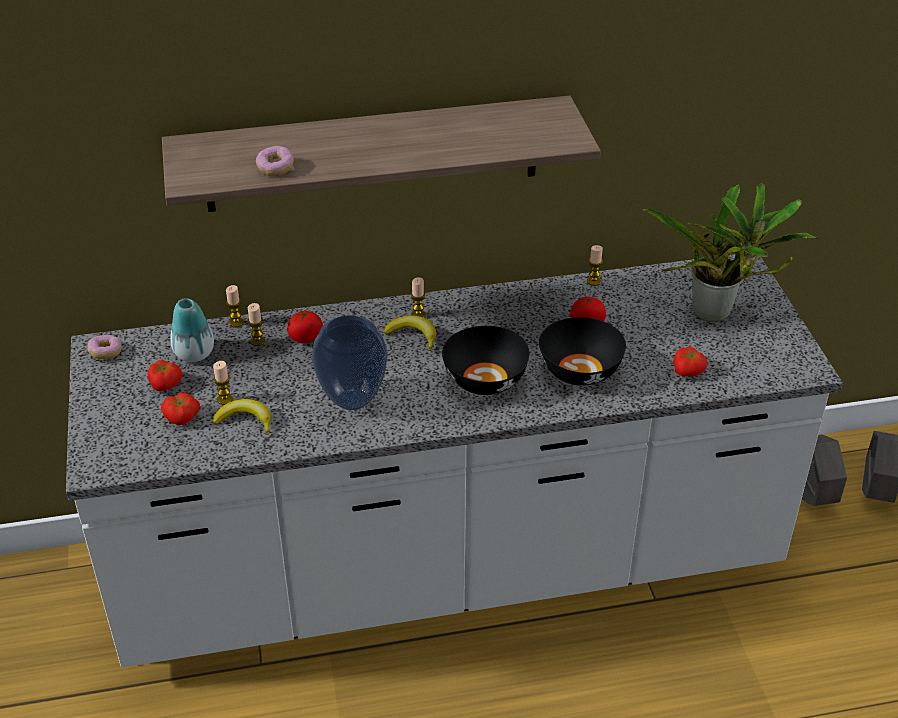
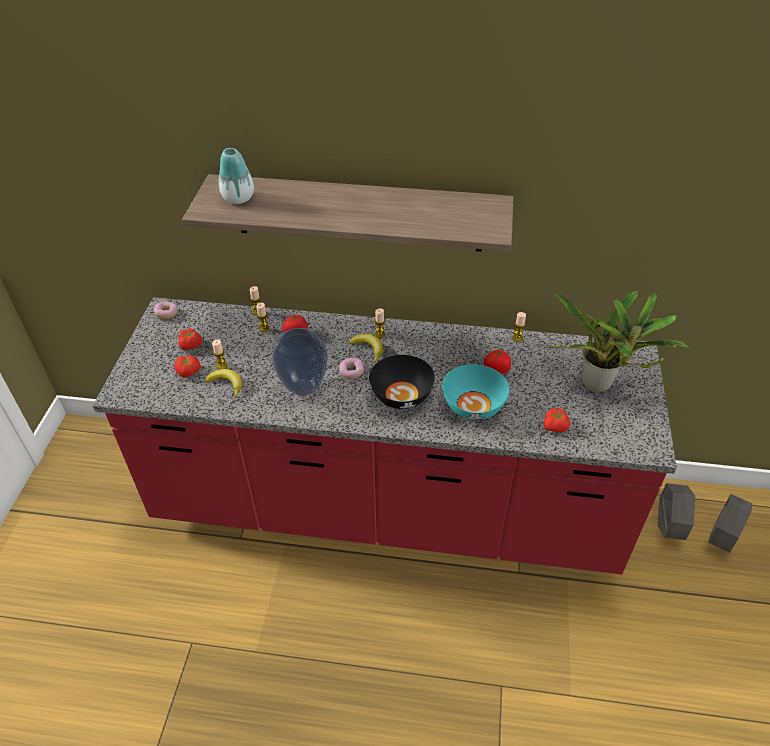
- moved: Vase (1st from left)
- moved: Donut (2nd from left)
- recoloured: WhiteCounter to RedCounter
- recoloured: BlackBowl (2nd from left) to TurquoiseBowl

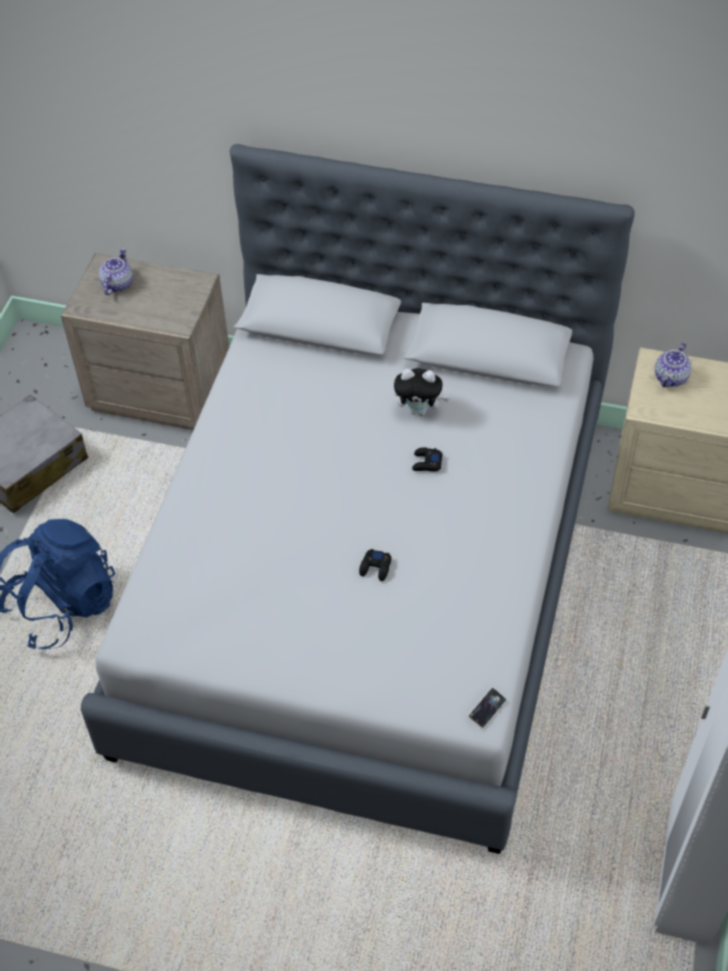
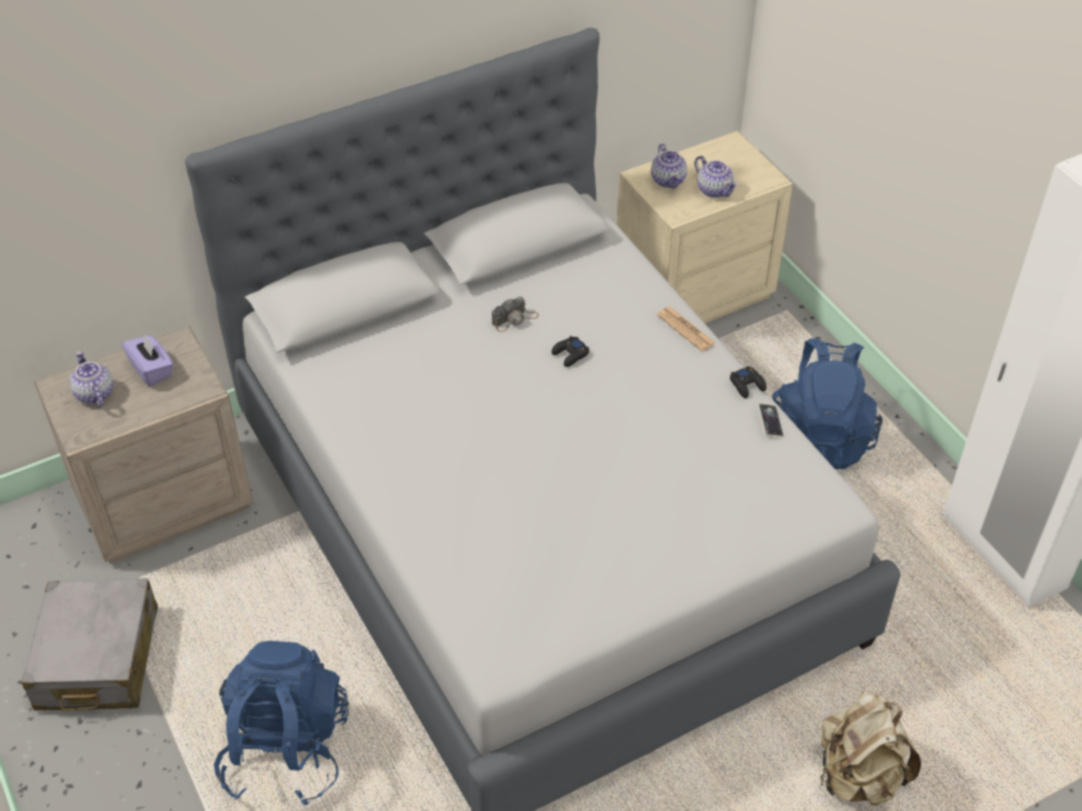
- added: PurpleTissueBox
- added: Newspaper
- added: Teapot (3rd from left)
- added: BlueBackpack (2nd from left)
- added: BeigeBackpack
- moved: BlackGameController (1st from left in the first image) to BlackGameController (2nd from left)
- moved: Phone
- replaced: PlushToy to PhotoCamera

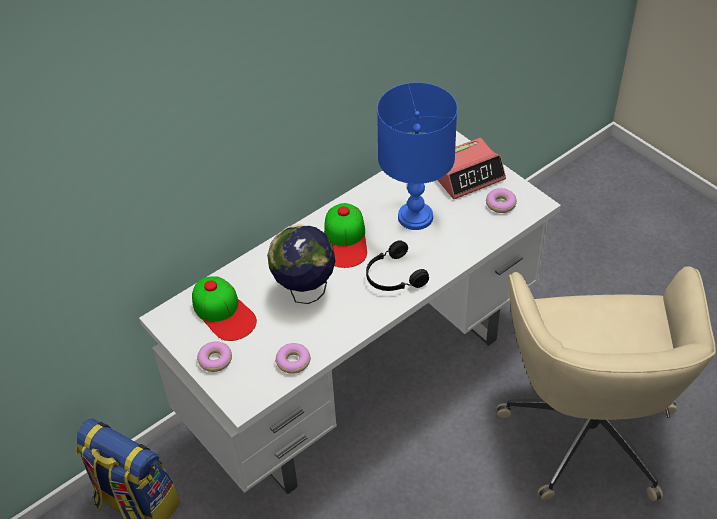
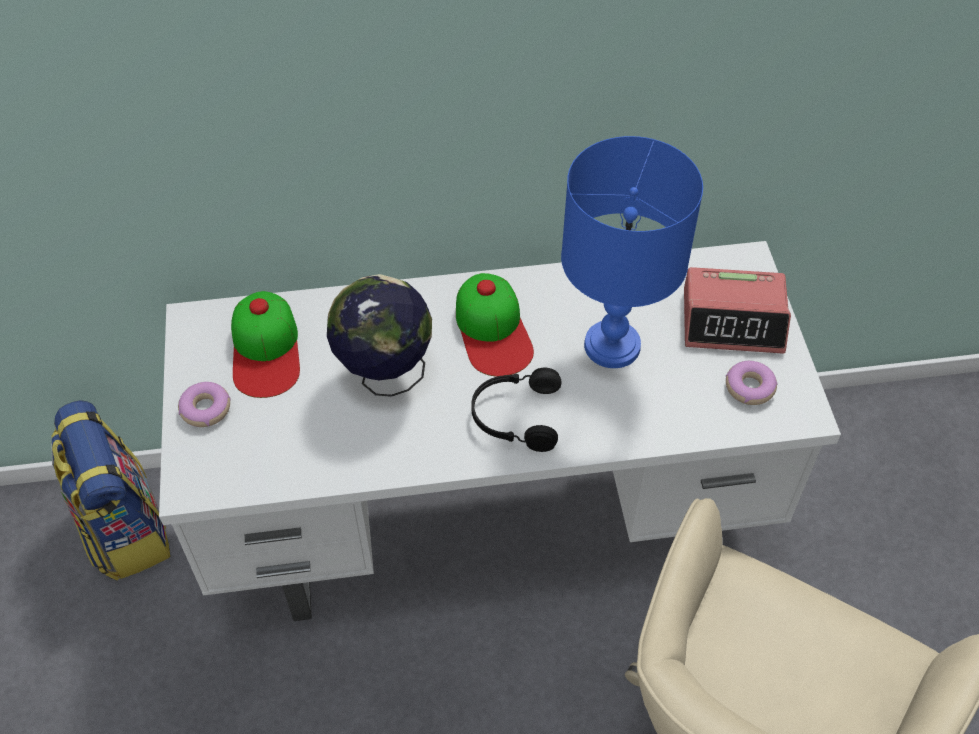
- removed: Donut (2nd from left)
- turned: Cap (2nd from left) 45 degrees counterclockwise

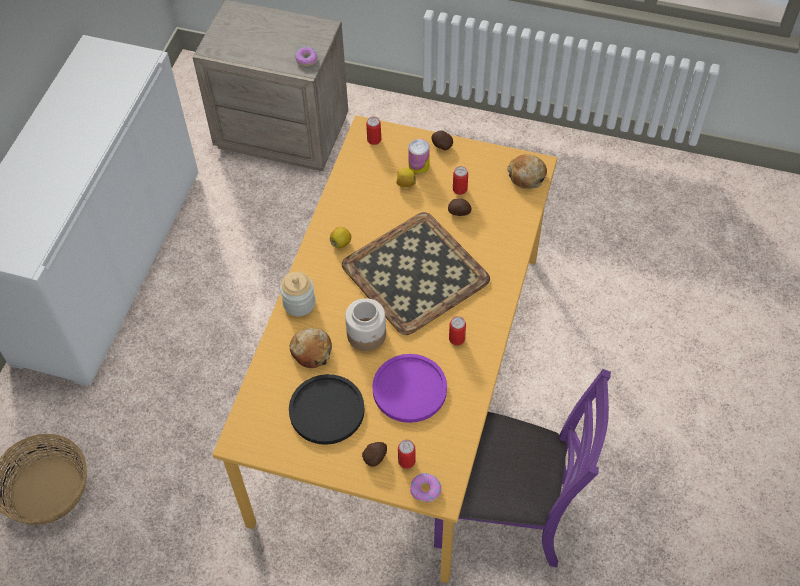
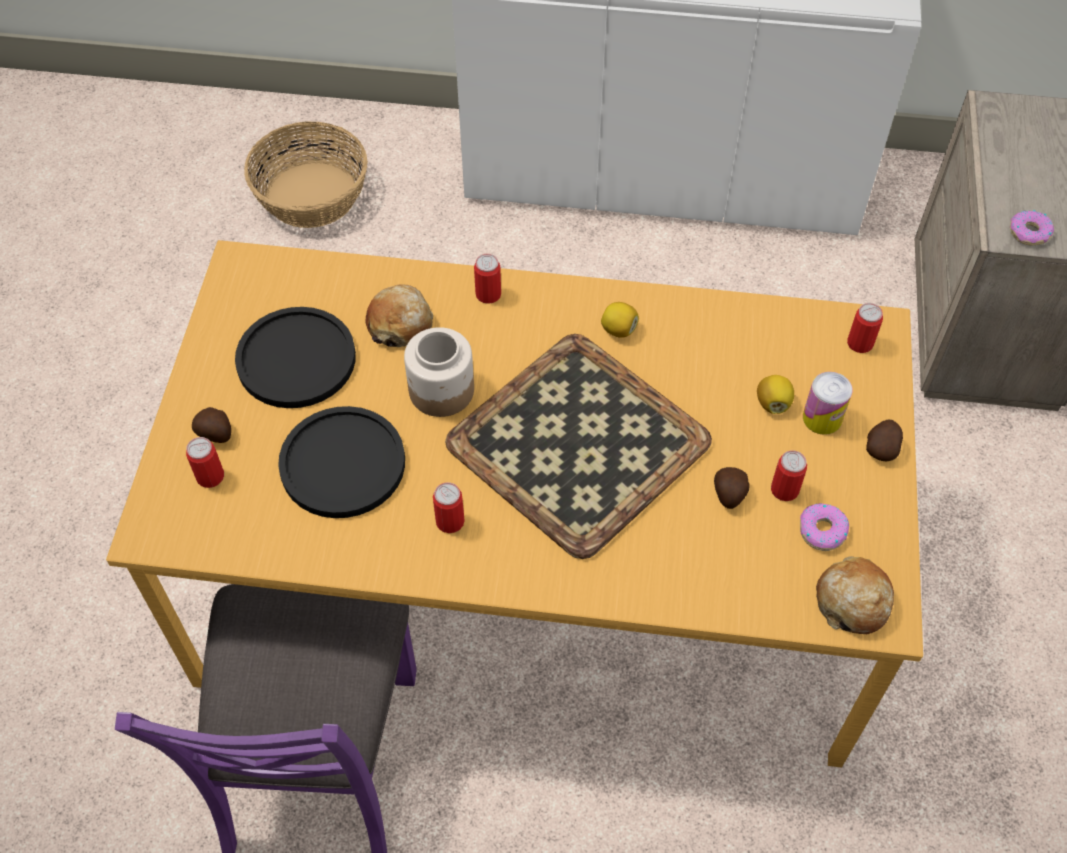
- moved: Donut (2nd from left in the first image) to Donut (1st from left)
- replaced: Jar (1st from left) to Can (3rd from left)
- recoloured: PurplePlate to BlackPlate (2nd from left)

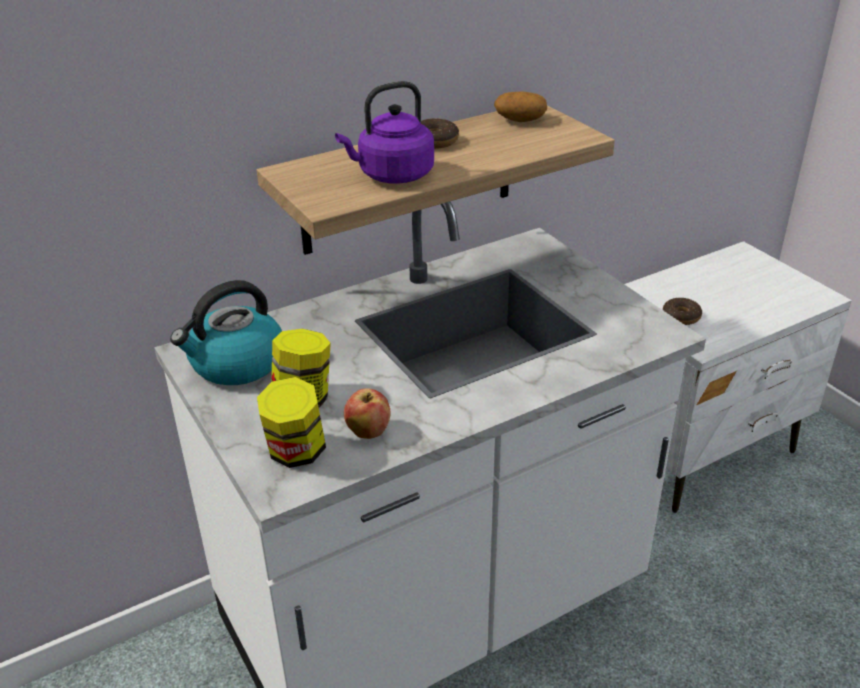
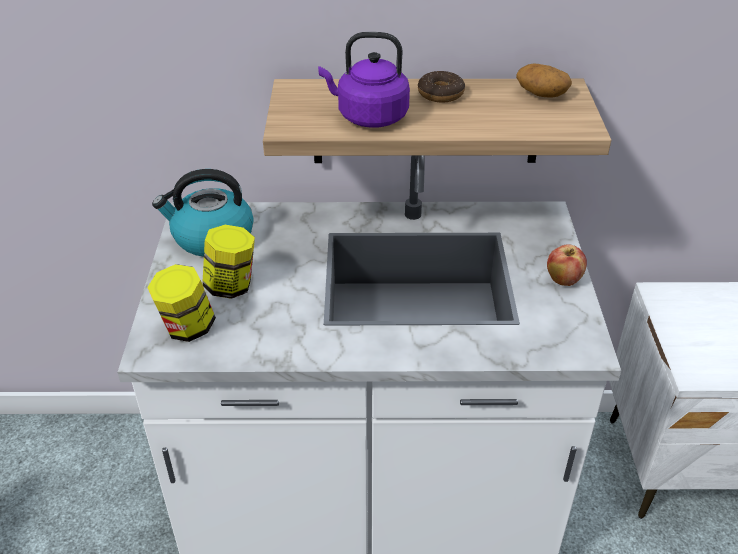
- removed: Donut (2nd from left)
- moved: Apple

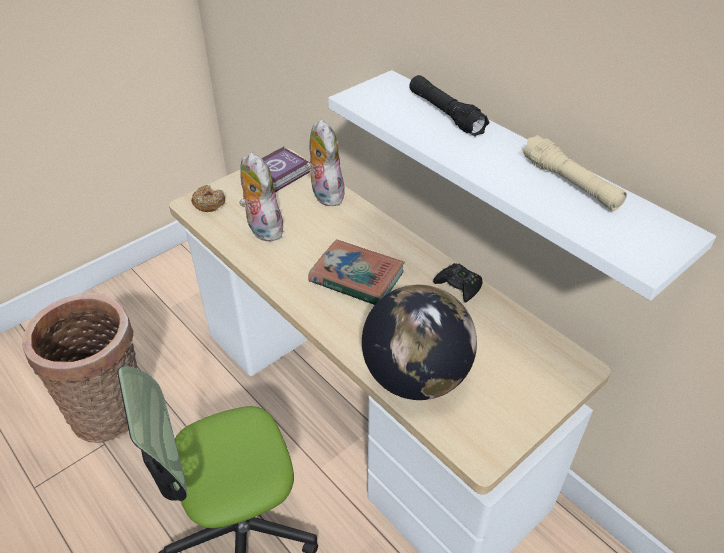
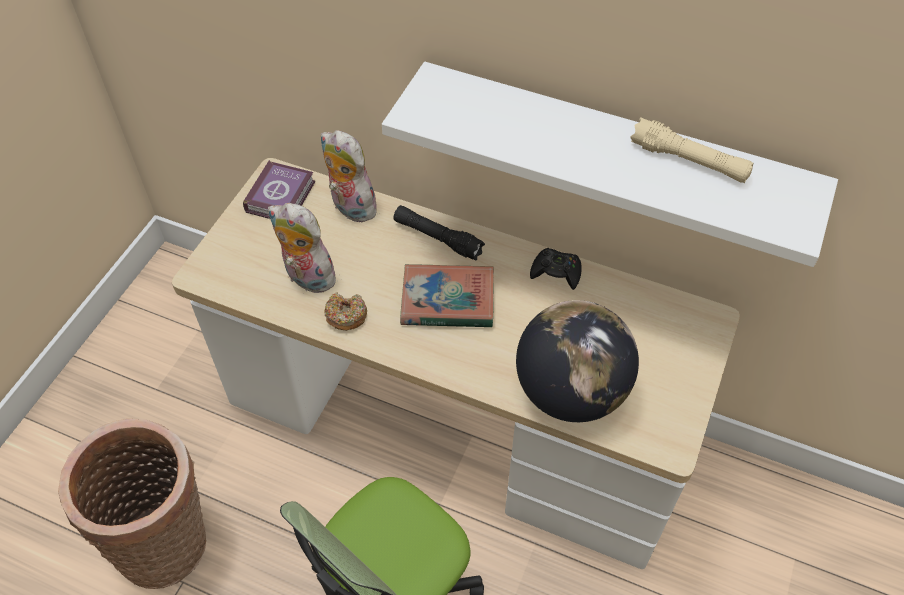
- moved: Donut
- moved: BlackFlashlight

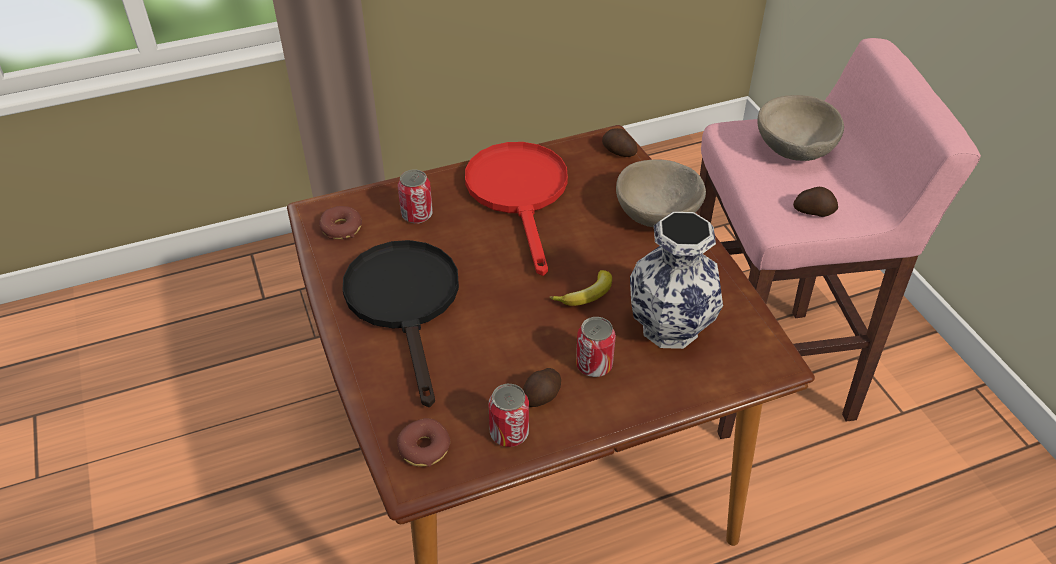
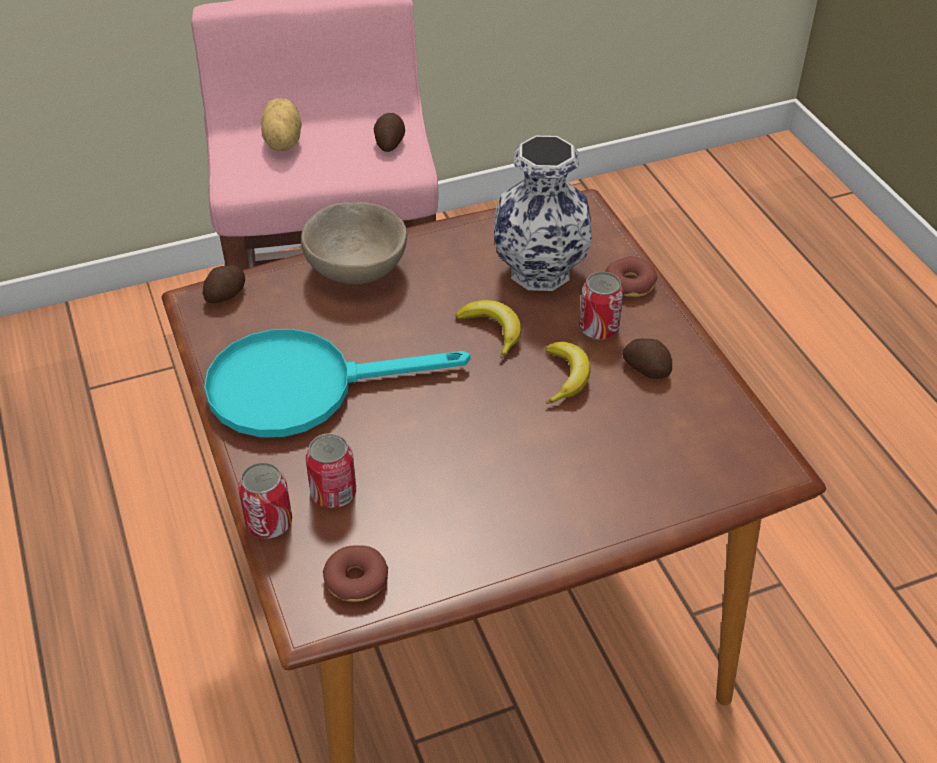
- removed: BlackFryingPan
- added: Banana (2nd from left)
- moved: Donut (2nd from left)
- moved: Can (2nd from left in the first image) to Can (1st from left)
- replaced: BeigeBowl (2nd from left) to Potato (2nd from left)
- recoloured: RedFryingPan to TurquoiseFryingPan

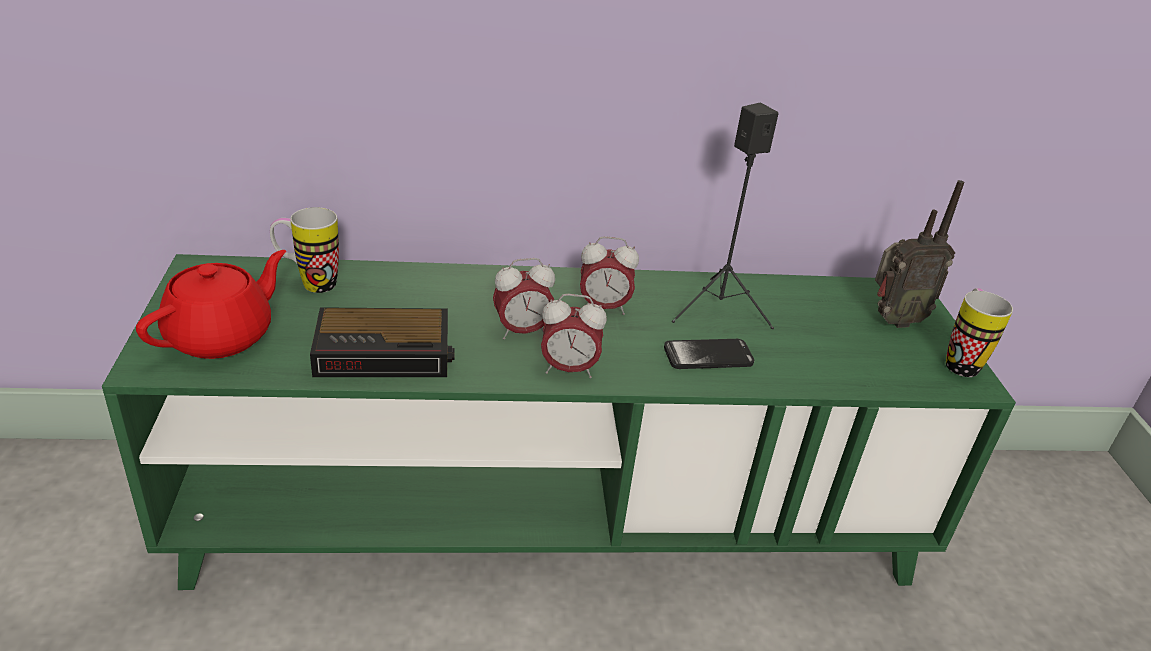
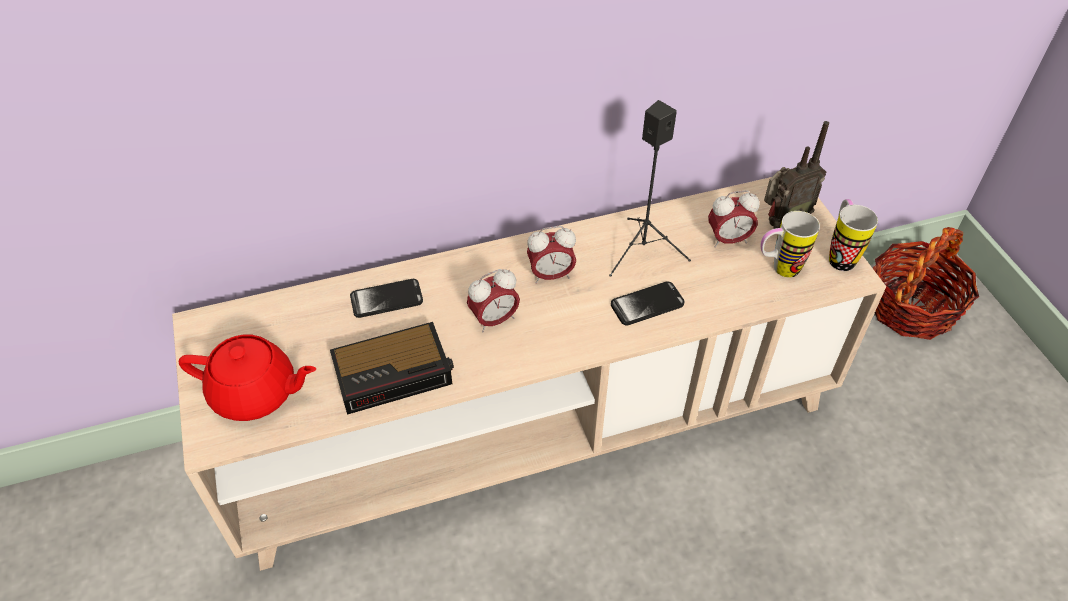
- added: Phone (1st from left)
- added: Basket
- moved: Mug (1st from left)
- moved: AlarmClock (3rd from left in the first image) to AlarmClock (4th from left)
- recoloured: GreenTvStand to BeigeTvStand
- turned: RedTeapot 75 degrees clockwise

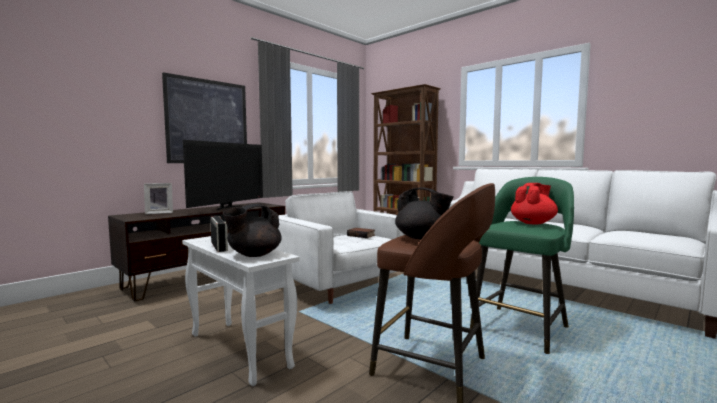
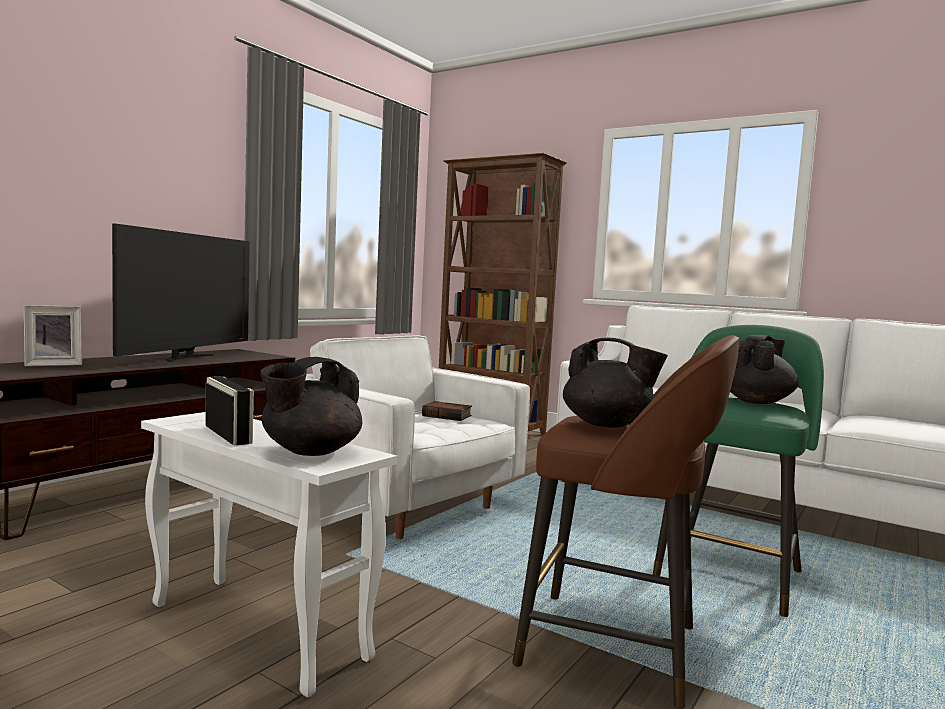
- removed: Picture
- recoloured: RedTeapot to BlackTeapot (3rd from left)

